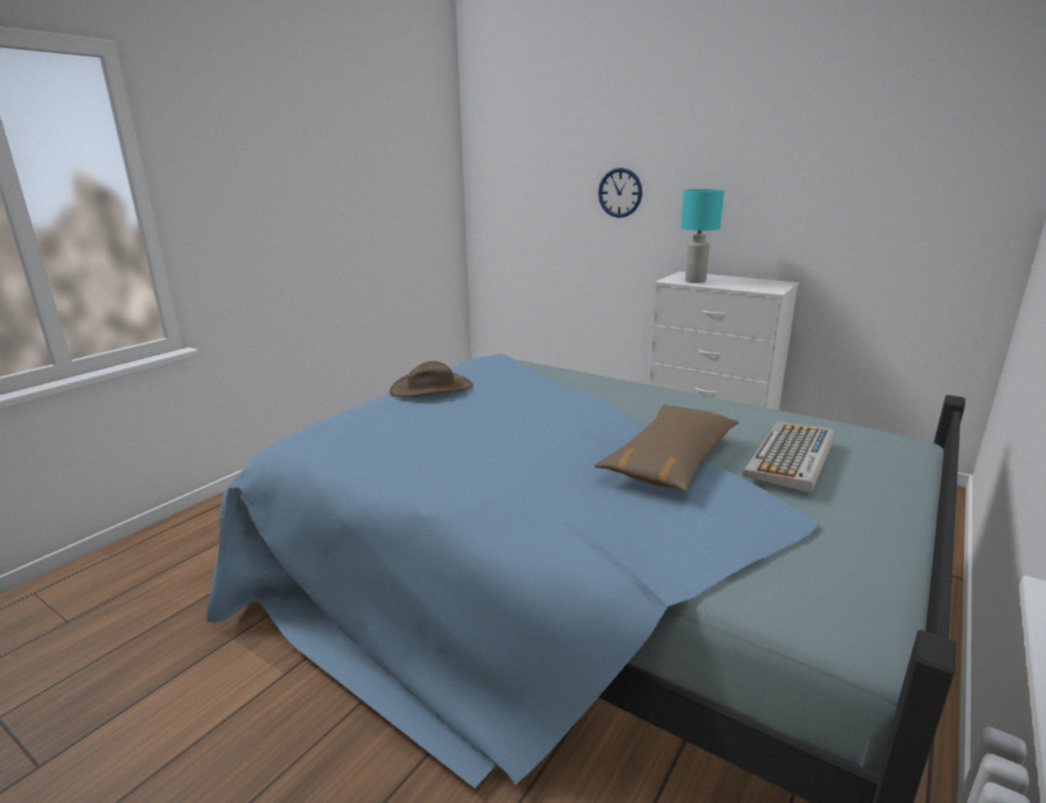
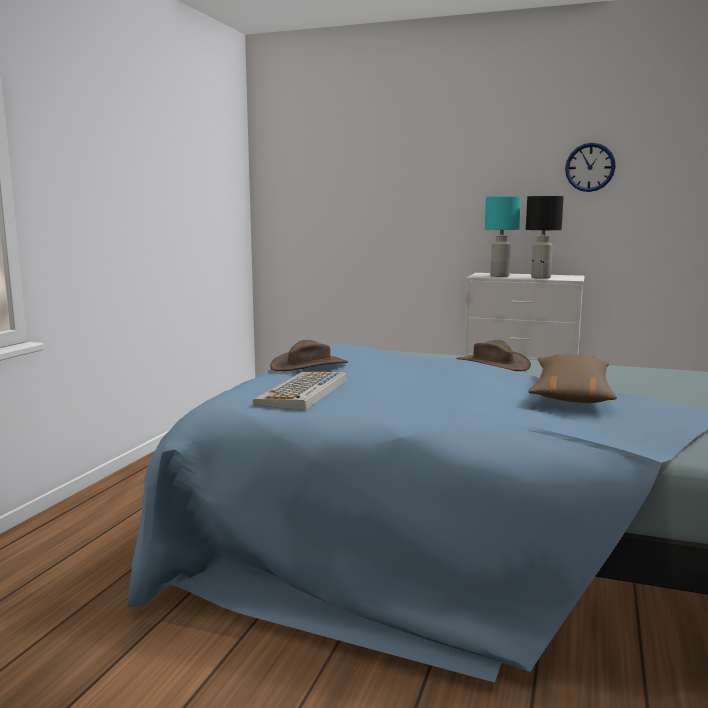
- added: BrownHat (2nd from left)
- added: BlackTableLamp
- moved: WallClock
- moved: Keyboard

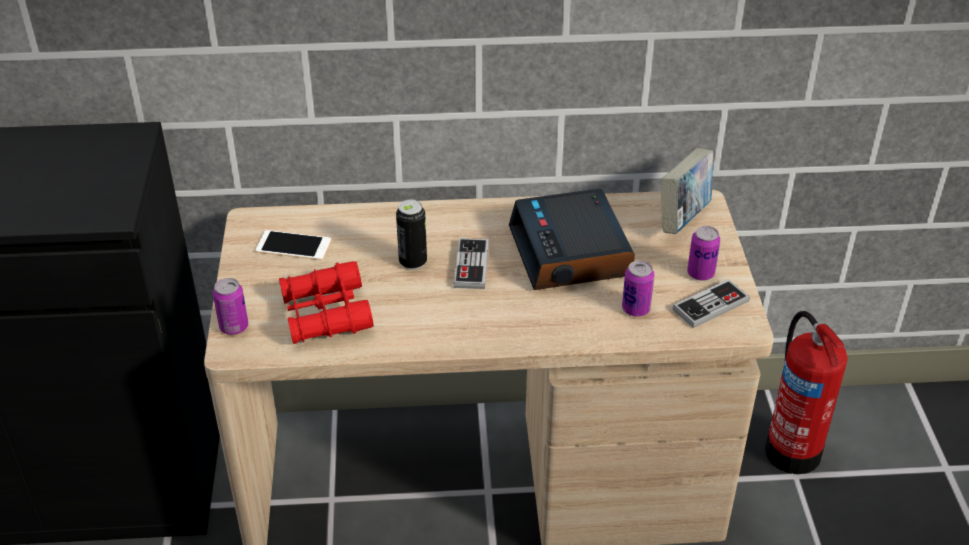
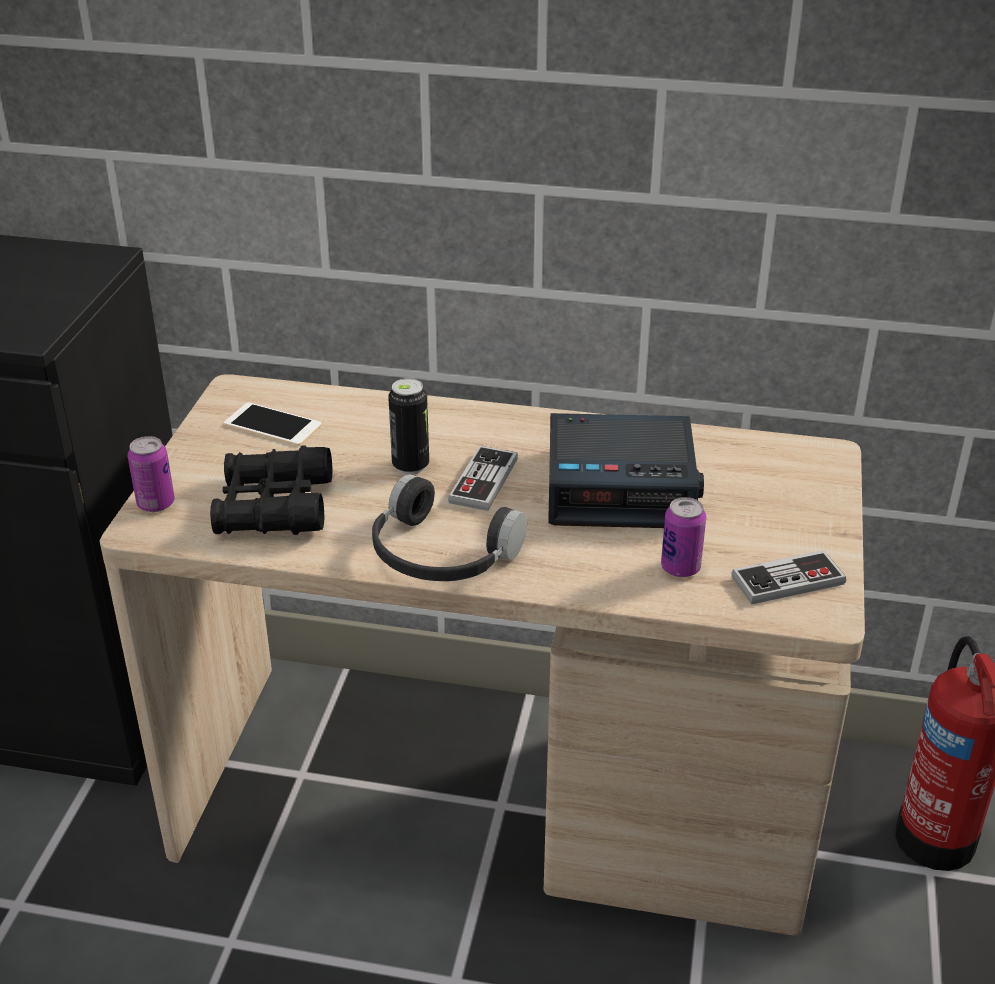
- removed: Book
- removed: Can (4th from left)
- added: BlackHeadphones
- recoloured: RedBinoculars to BlackBinoculars
- turned: AlarmClock 90 degrees counterclockwise

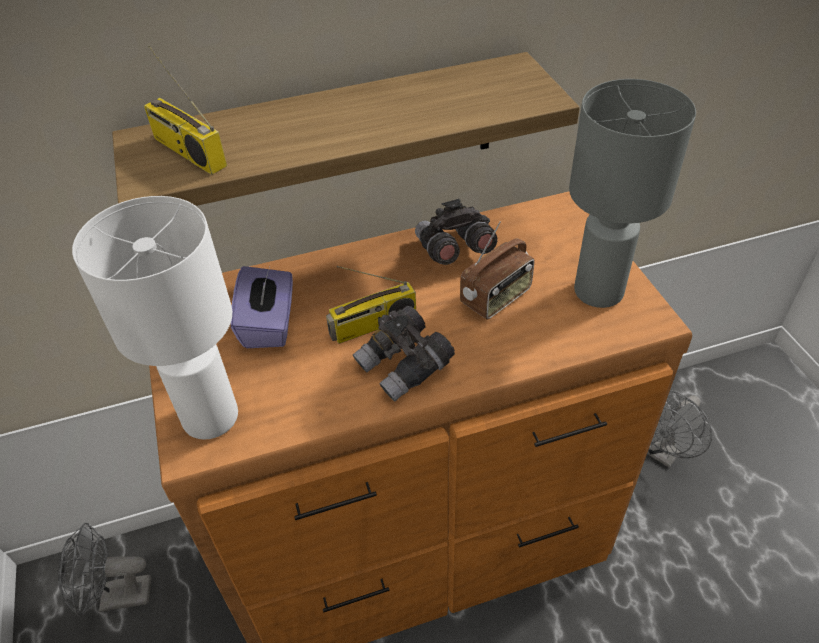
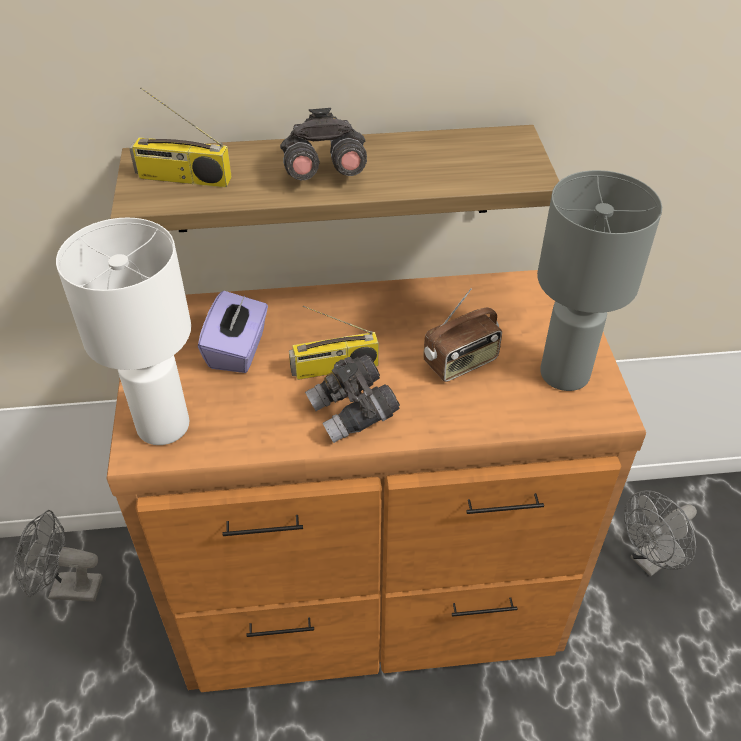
- moved: GreyBinoculars (2nd from left in the first image) to GreyBinoculars (1st from left)
- turned: Radio (1st from left) 45 degrees counterclockwise

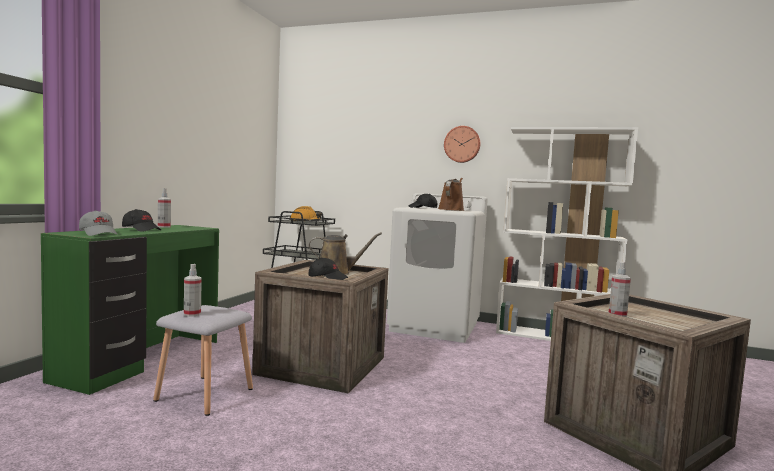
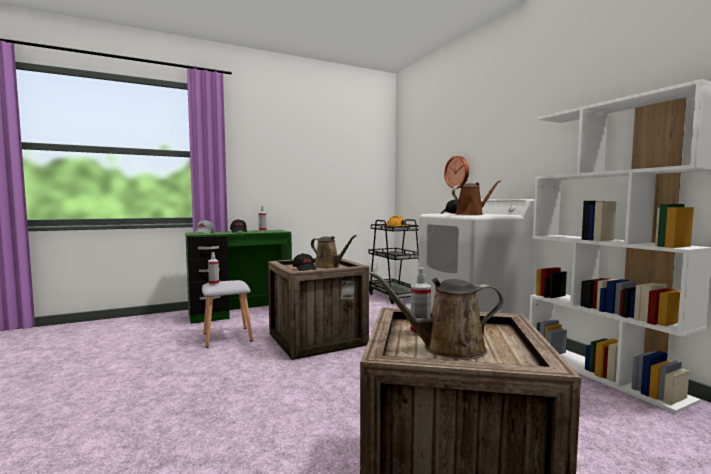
- added: BrownWateringCan (2nd from left)
- moved: WallClock

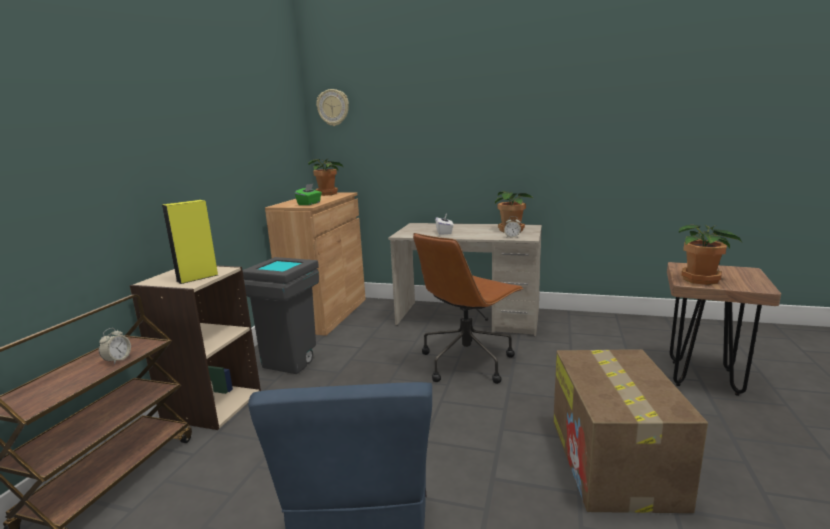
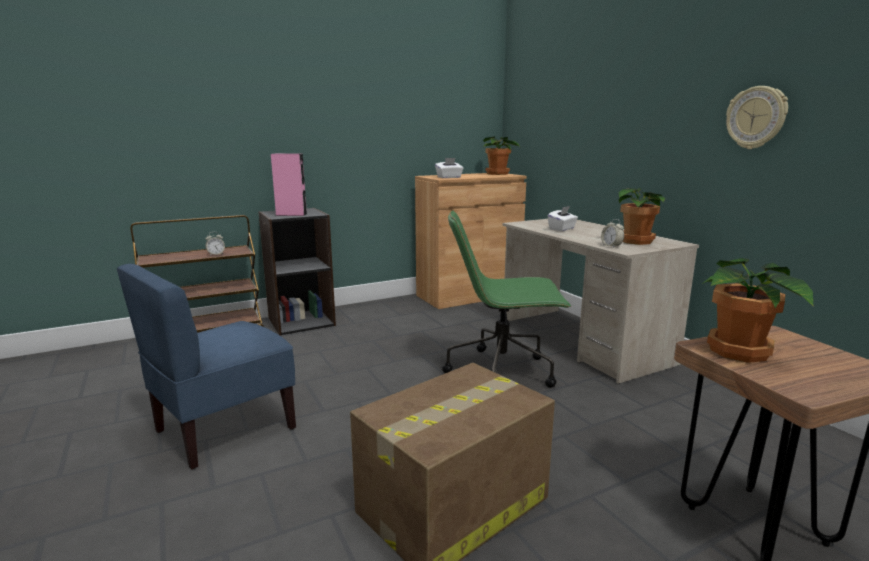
- removed: GreyTrashCan
- moved: WallClock
- recoloured: BeigeBookcase to BlackBookcase
- recoloured: YellowSpeaker to PinkSpeaker
- recoloured: GreenTissueBox to WhiteTissueBox (1st from left)
- recoloured: BrownOfficeChair to GreenOfficeChair

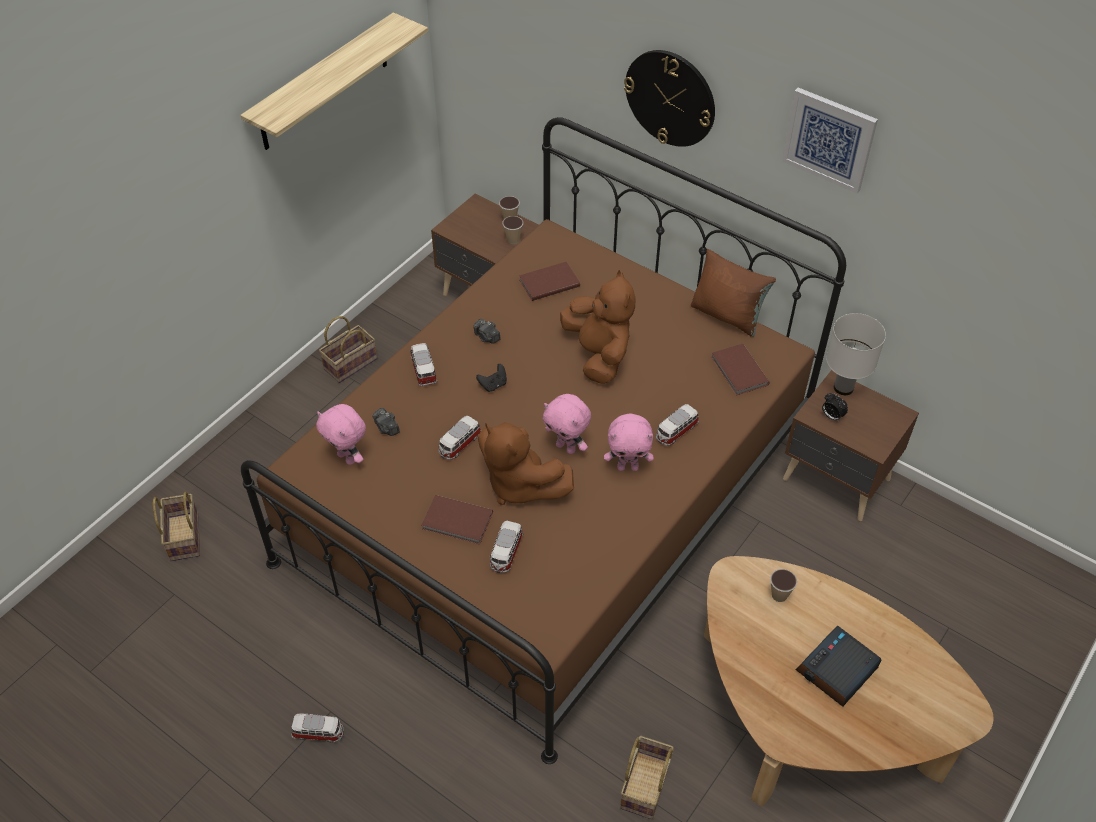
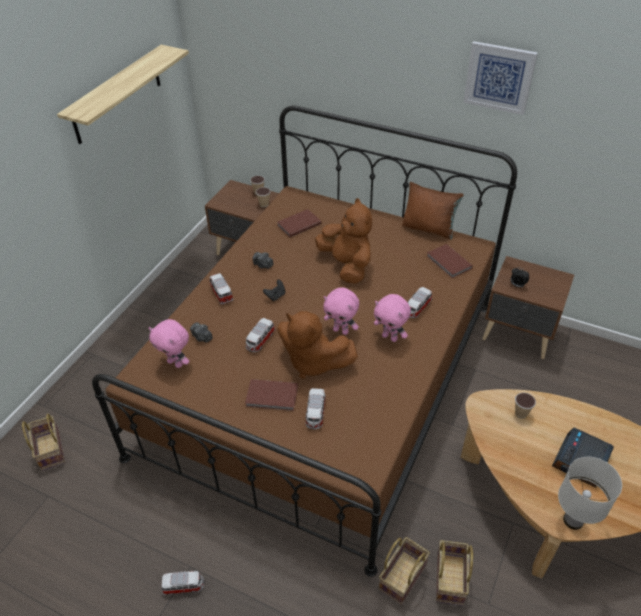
- removed: WallClock
- moved: Basket (2nd from left)
- moved: WhiteTableLamp
- turned: PinkPlushToy (3rd from left) 45 degrees clockwise

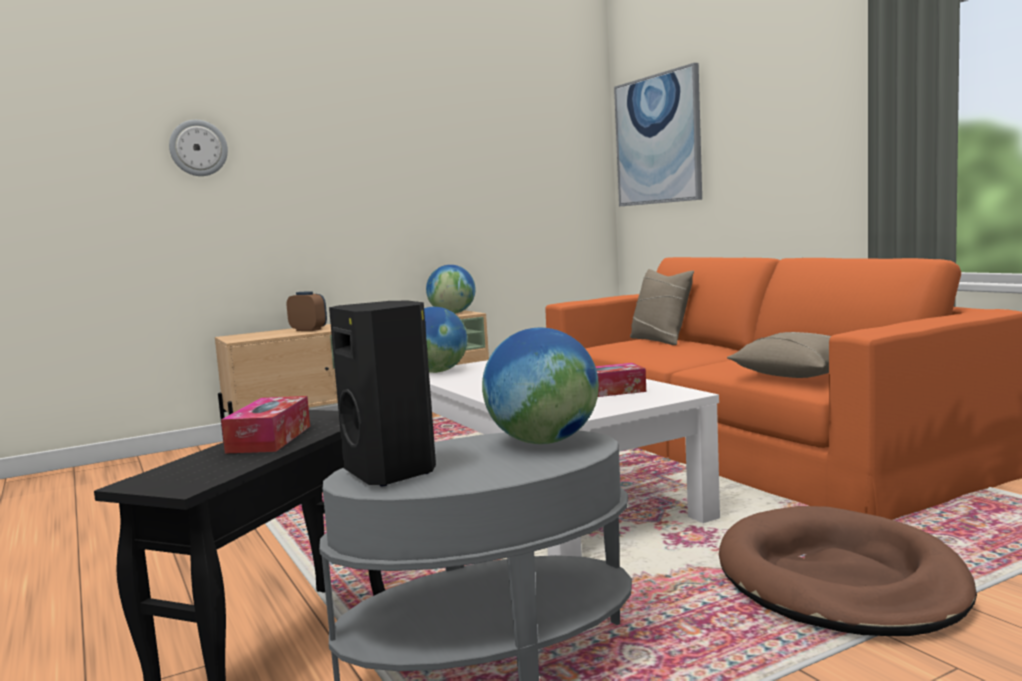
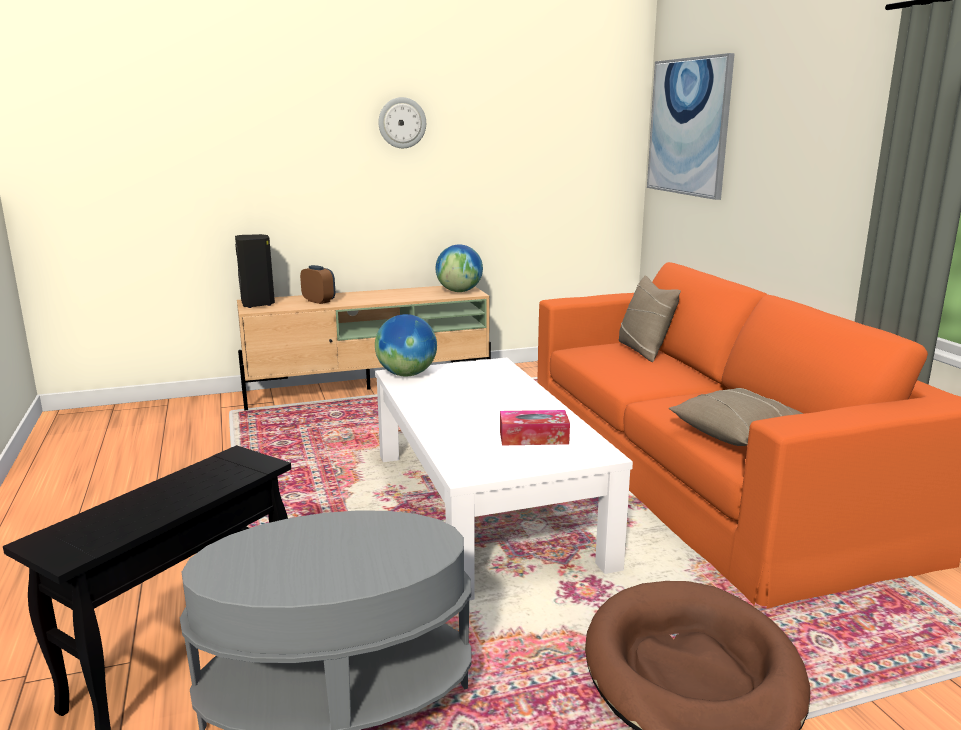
- removed: TissueBox (1st from left)
- removed: Globe (3rd from left)
- moved: WallClock
- moved: BlackSpeaker

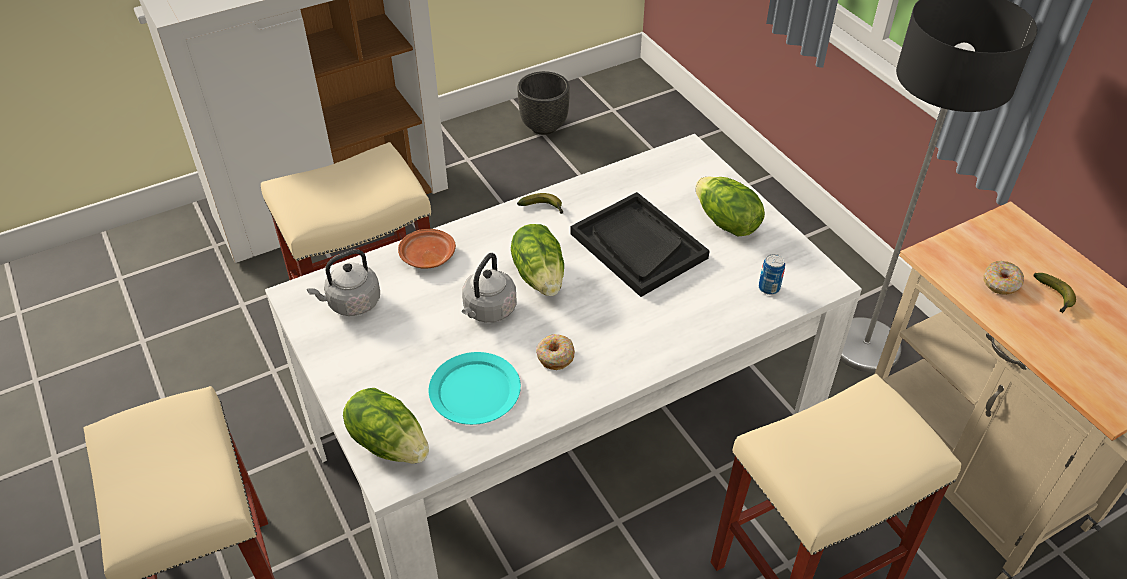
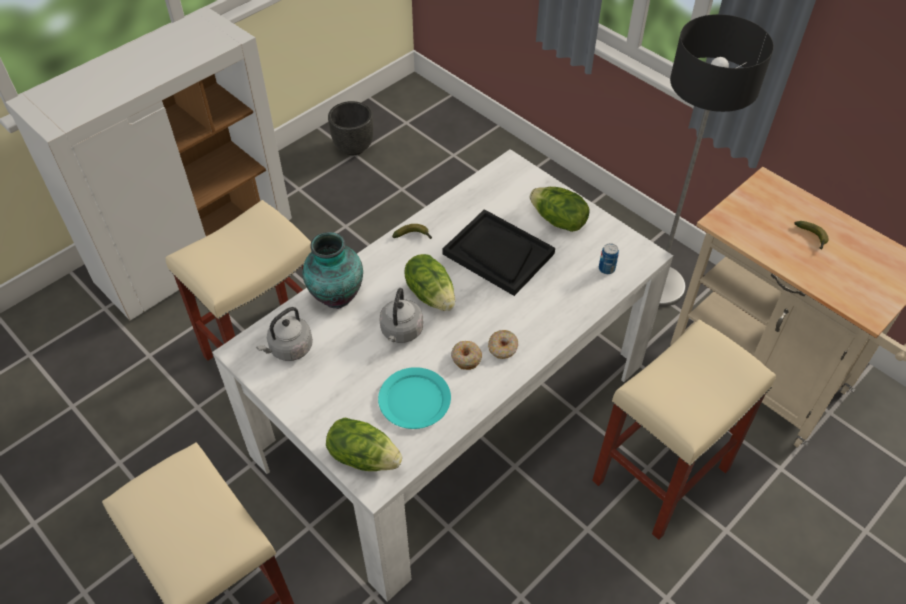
- moved: Donut (2nd from left)
- replaced: BrownPlate to Vase

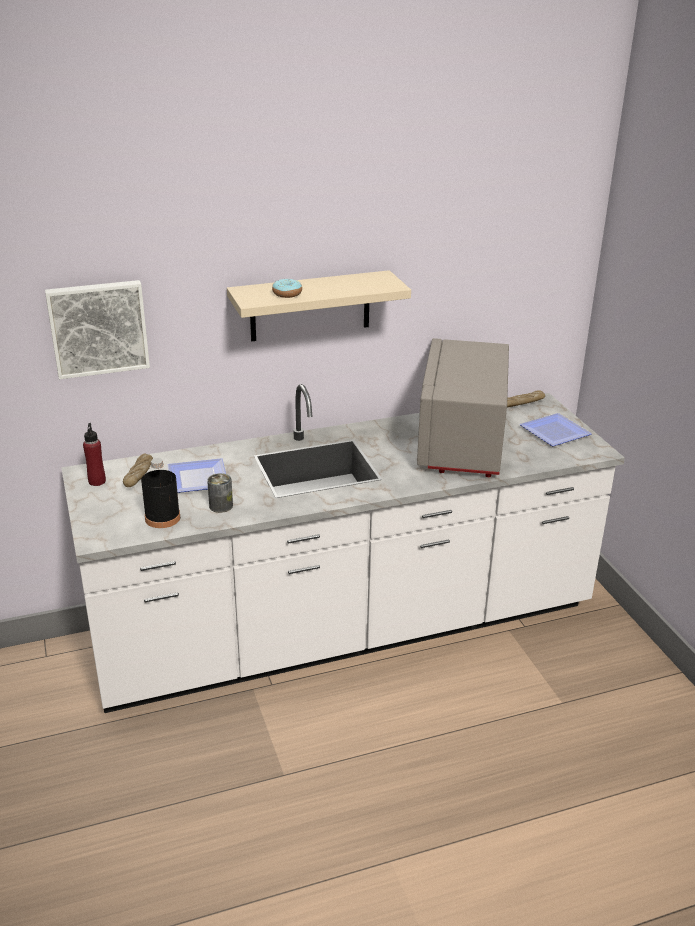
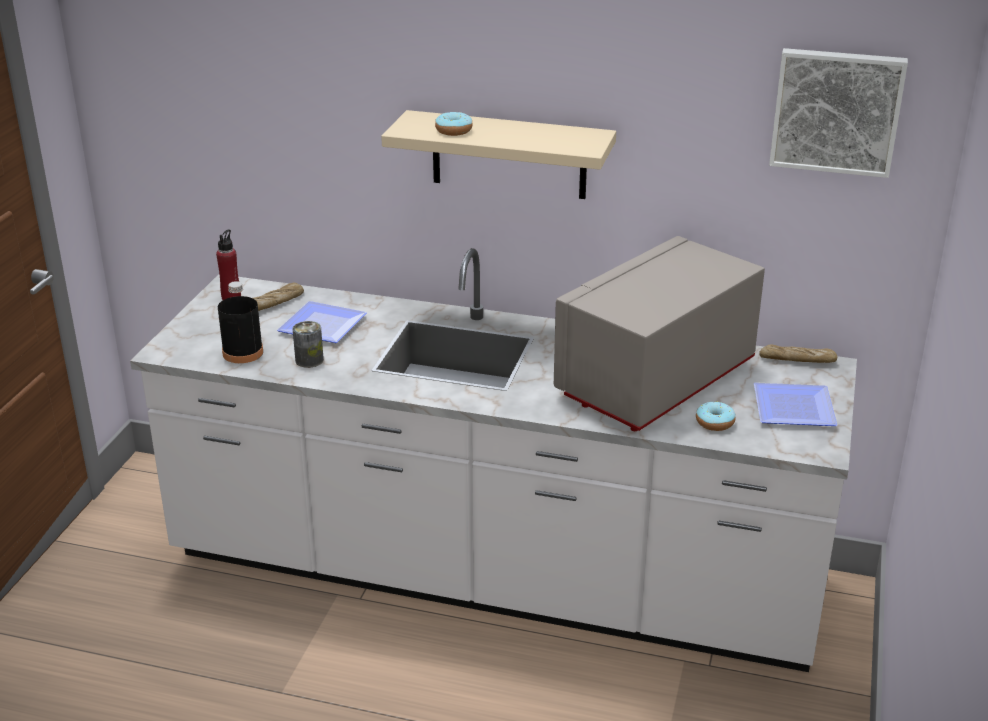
- added: Donut (2nd from left)
- moved: Picture

